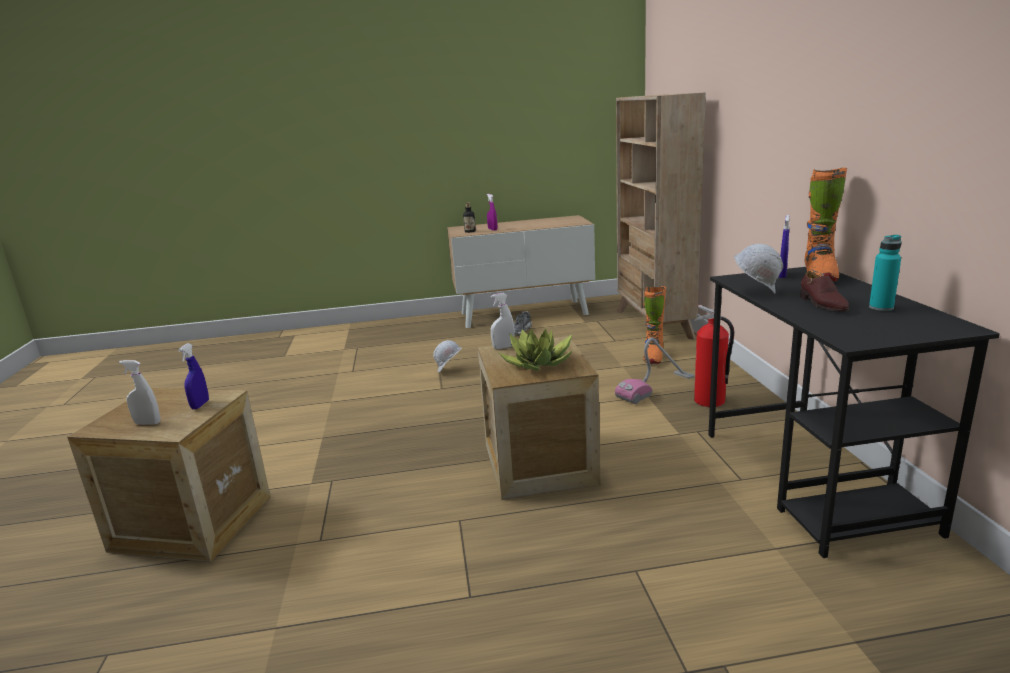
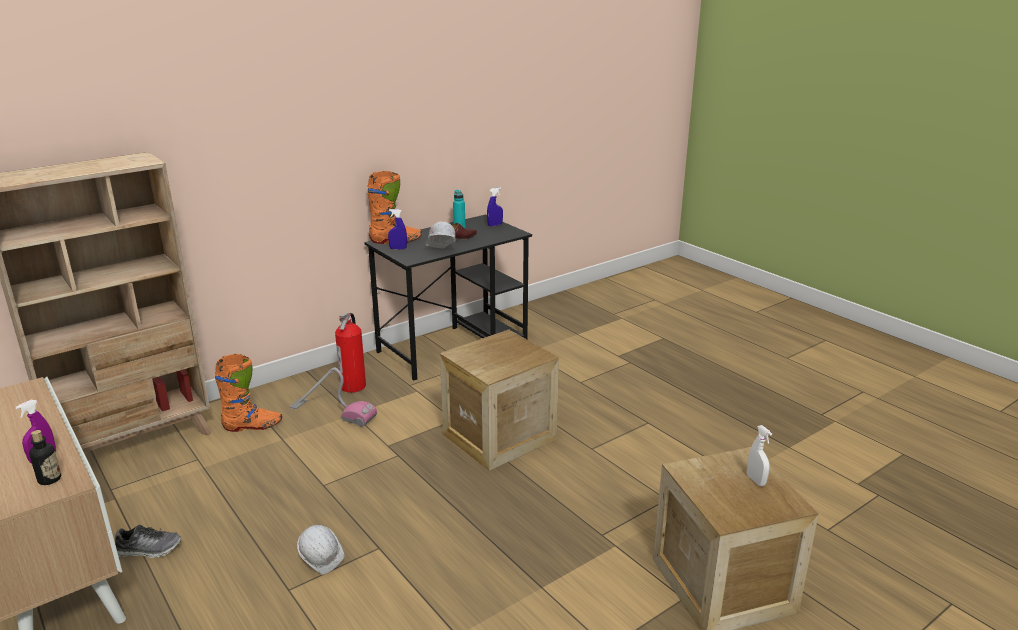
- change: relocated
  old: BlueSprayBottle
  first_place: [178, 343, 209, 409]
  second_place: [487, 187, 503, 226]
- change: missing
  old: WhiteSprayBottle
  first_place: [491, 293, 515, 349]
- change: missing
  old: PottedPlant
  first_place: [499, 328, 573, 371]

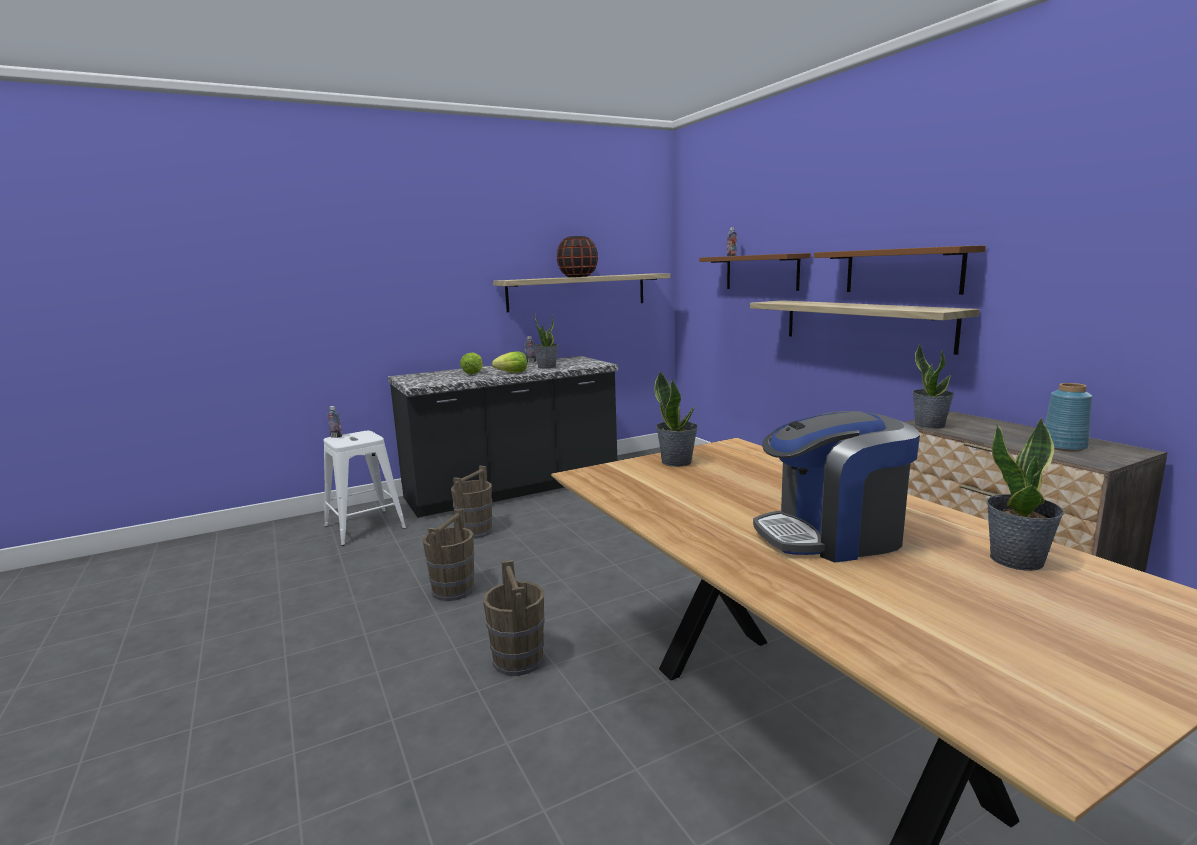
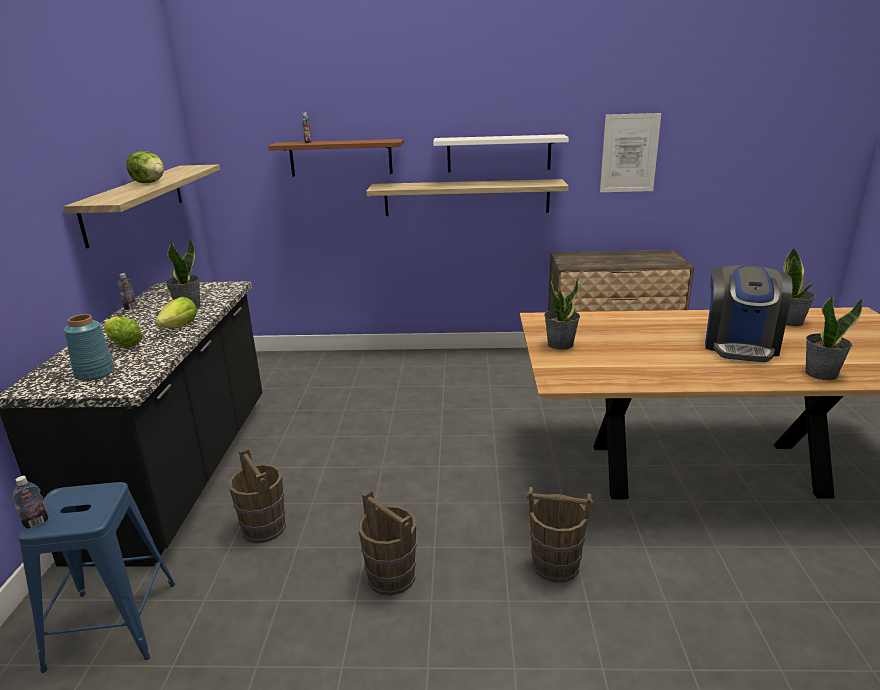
- change: colour
  old: WhiteStool
  new: BlueStool
  first_place: [324, 431, 406, 546]
  second_place: [18, 482, 175, 673]
- change: relocated
  old: BlueVase
  first_place: [1045, 383, 1092, 452]
  second_place: [64, 314, 115, 381]
- change: exchanged
  old: BlackVase
  new: Lettuce
  first_place: [557, 236, 598, 277]
  second_place: [126, 151, 164, 183]
- change: colour
  old: BrownShelf
  new: WhiteShelf
  first_place: [814, 245, 986, 295]
  second_place: [433, 134, 569, 172]
- change: appeared
  new: Picture
  second_place: [600, 113, 661, 192]
- change: relocated
  old: PottedPlant
  first_place: [913, 344, 954, 429]
  second_place: [805, 295, 863, 380]

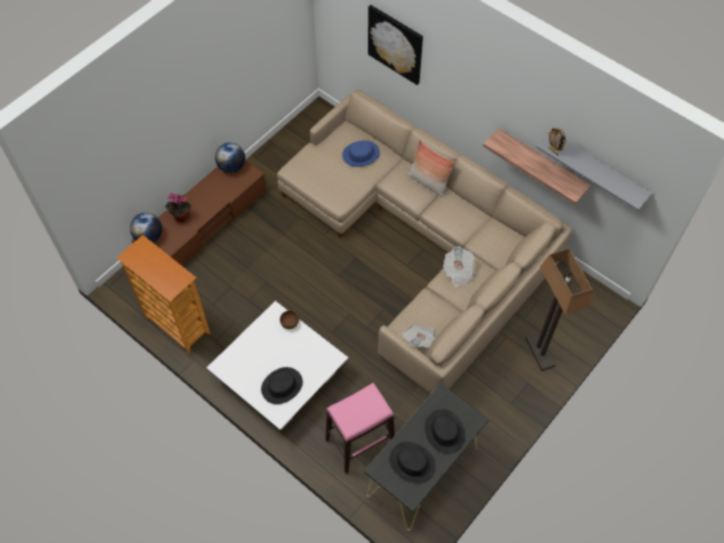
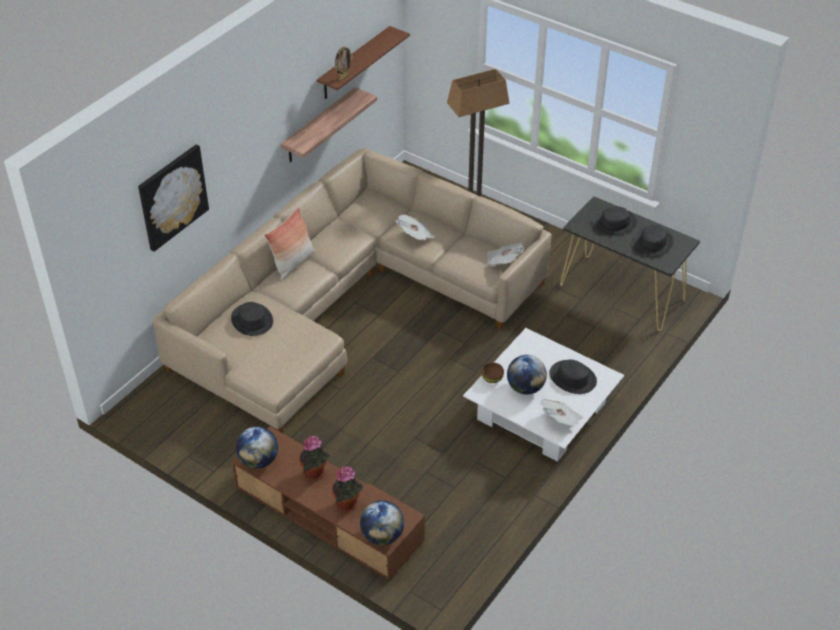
- change: colour
  old: BlueHat
  new: BlackHat
  first_place: [342, 140, 380, 167]
  second_place: [231, 302, 273, 336]
- change: appeared
  new: PottedPlant
  second_place: [299, 436, 330, 481]
- change: colour
  old: GreyShelf
  new: BrownShelf
  first_place: [536, 134, 652, 211]
  second_place: [317, 26, 410, 99]
- change: appeared
  new: Globe
  second_place: [507, 355, 547, 395]
- change: appeared
  new: Newspaper
  second_place: [540, 399, 583, 426]
- change: missing
  old: Bookcase
  first_place: [116, 235, 210, 354]
- change: missing
  old: PinkStool
  first_place: [325, 383, 395, 474]

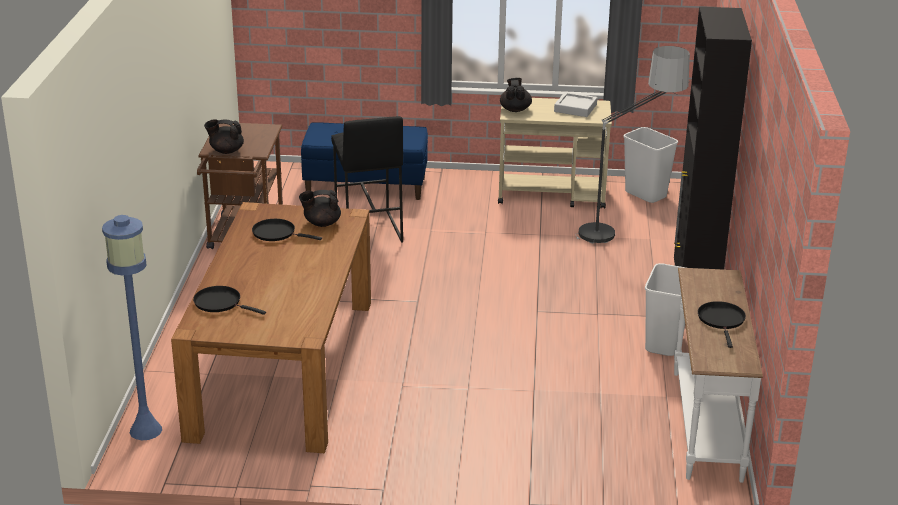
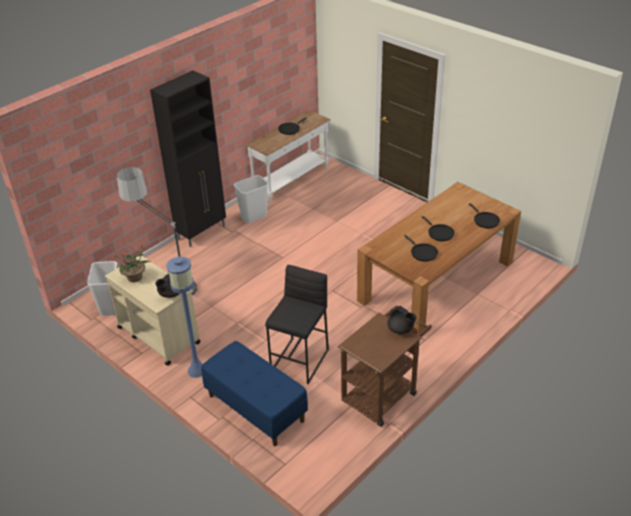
- change: exchanged
  old: GreyTray
  new: PottedPlant
  first_place: [554, 92, 597, 117]
  second_place: [114, 245, 150, 282]
- change: relocated
  old: BlueFloorLamp
  first_place: [102, 215, 162, 440]
  second_place: [166, 257, 202, 378]
- change: appeared
  new: BlackFryingPan
  second_place: [422, 216, 455, 241]
- change: missing
  old: BlackTeapot
  first_place: [299, 190, 341, 227]

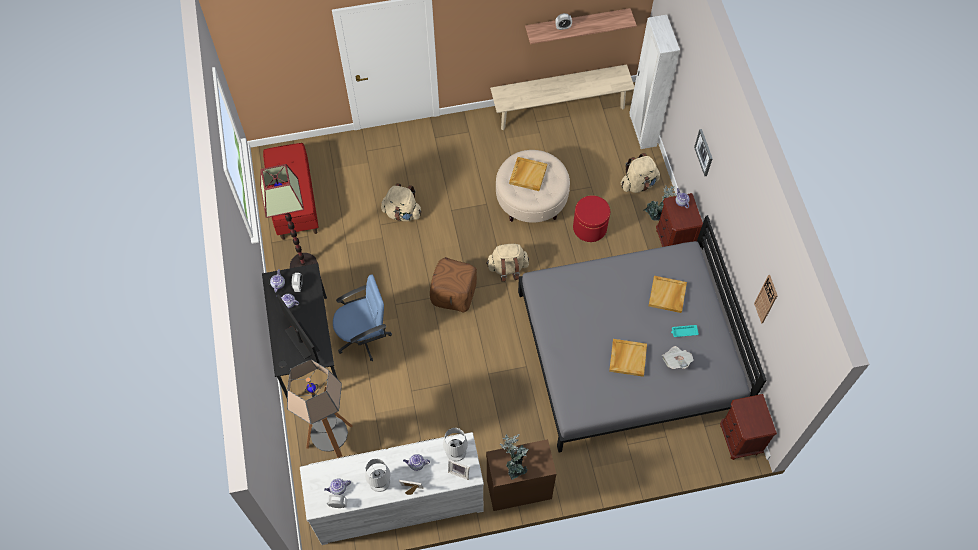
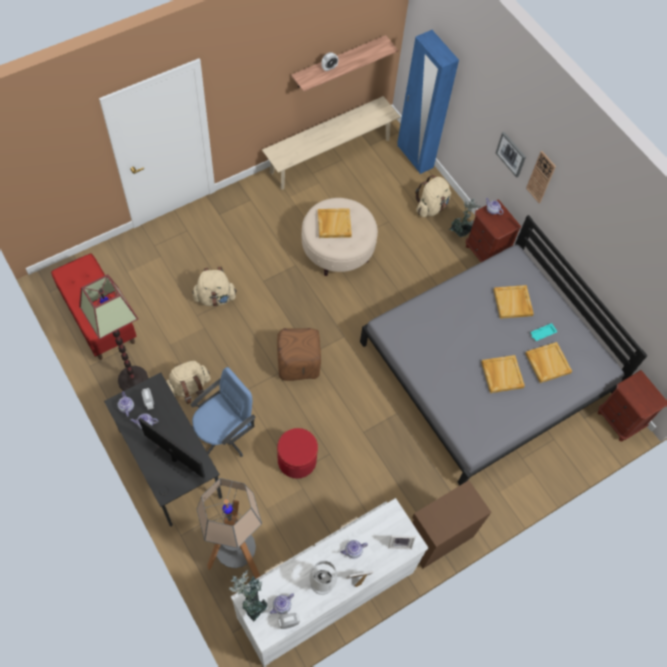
- change: relocated
  old: BeigeBackpack
  first_place: [486, 243, 529, 282]
  second_place: [166, 361, 211, 404]
- change: relocated
  old: PottedPlant
  first_place: [500, 434, 529, 480]
  second_place: [229, 570, 267, 622]
- change: relocated
  old: RedOttoman
  first_place: [573, 196, 610, 242]
  second_place: [277, 428, 318, 478]
- change: colour
  old: WhiteWardrobe
  new: BlueWardrobe
  first_place: [629, 15, 680, 149]
  second_place: [397, 30, 459, 174]
- change: exchanged
  old: Newspaper
  new: BeigeTray
  first_place: [662, 346, 694, 369]
  second_place: [525, 342, 572, 383]
- change: relocated
  old: WallClock
  first_place: [754, 275, 778, 324]
  second_place: [526, 151, 556, 203]
- change: missing
  old: WhiteTableLamp
  first_place: [443, 428, 468, 462]

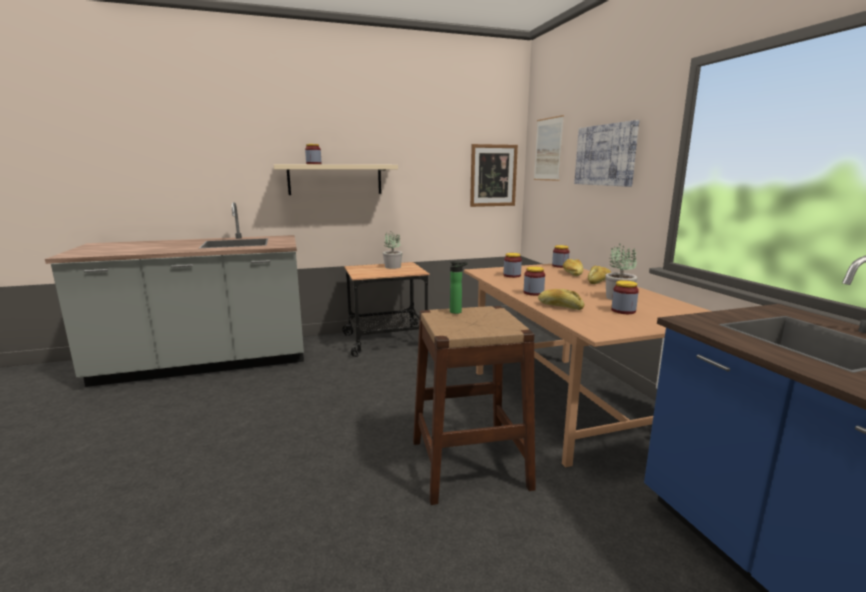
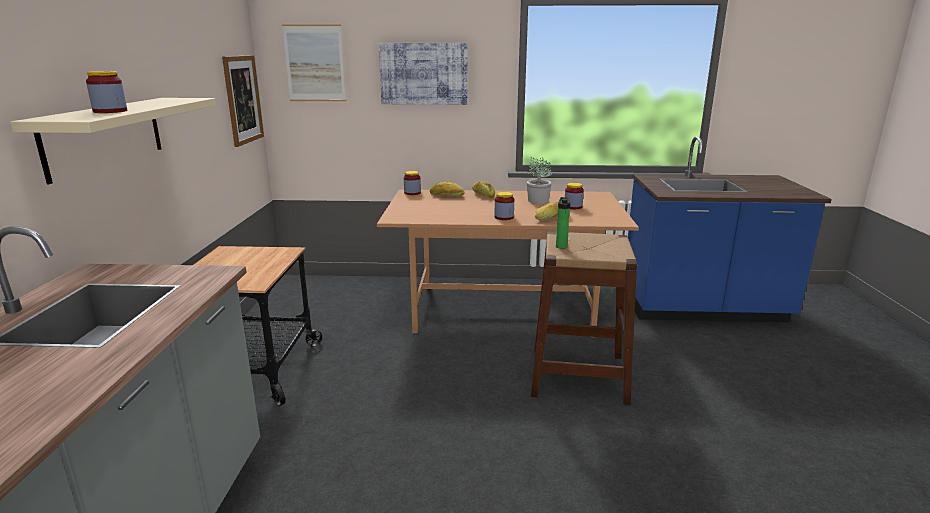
- change: missing
  old: PottedPlant
  first_place: [383, 231, 402, 269]
- change: missing
  old: Jar
  first_place: [503, 253, 522, 278]

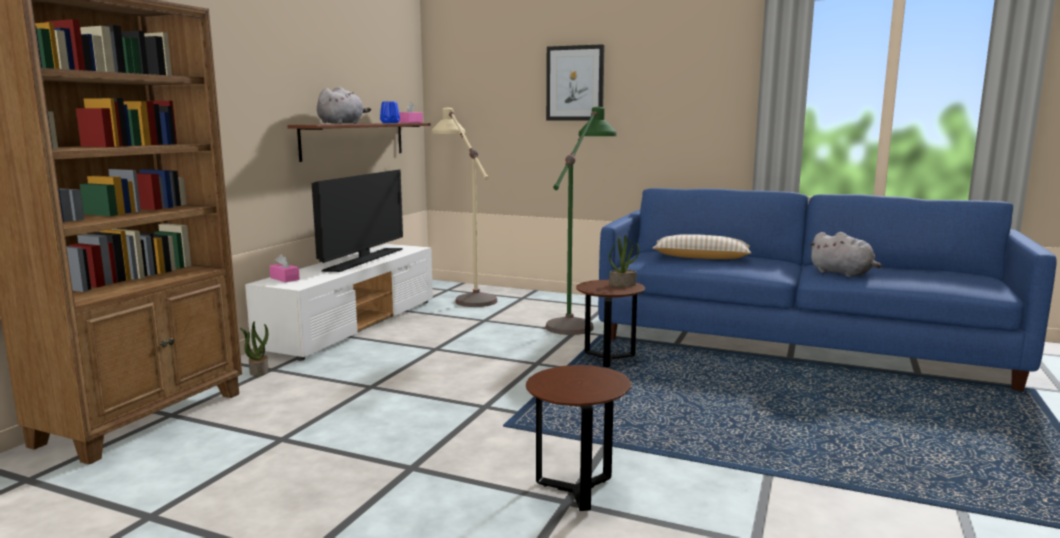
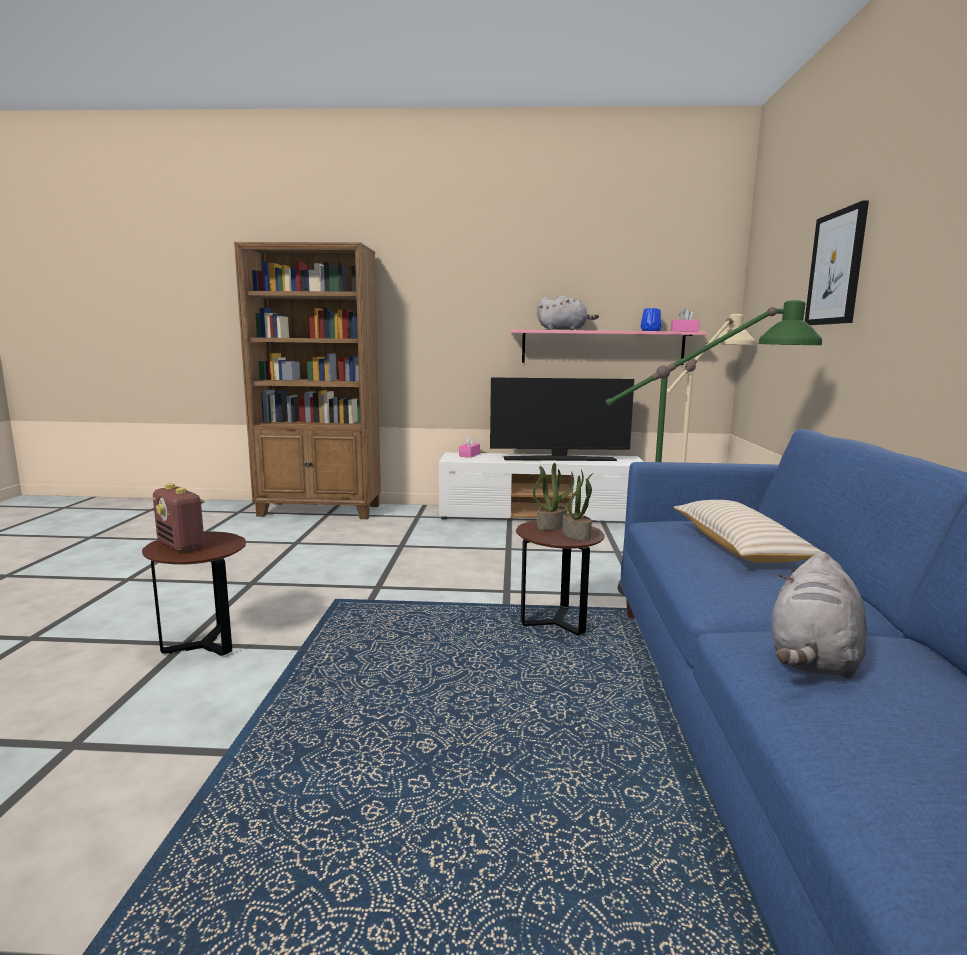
- change: appeared
  new: Radio
  second_place: [153, 484, 205, 552]
- change: colour
  old: BrownShelf
  new: PinkShelf
  first_place: [287, 123, 431, 162]
  second_place: [510, 330, 707, 365]
- change: relocated
  old: PottedPlant
  first_place: [240, 321, 269, 376]
  second_place: [533, 463, 574, 530]

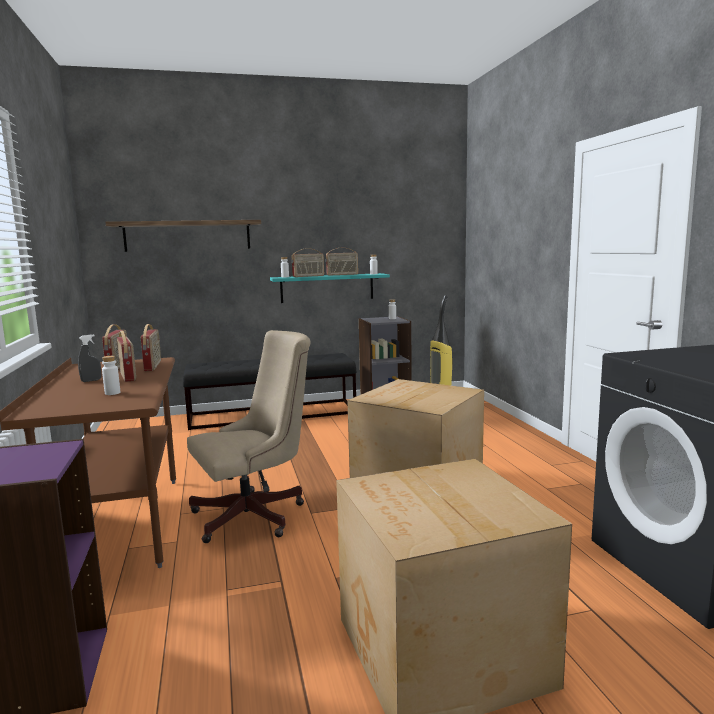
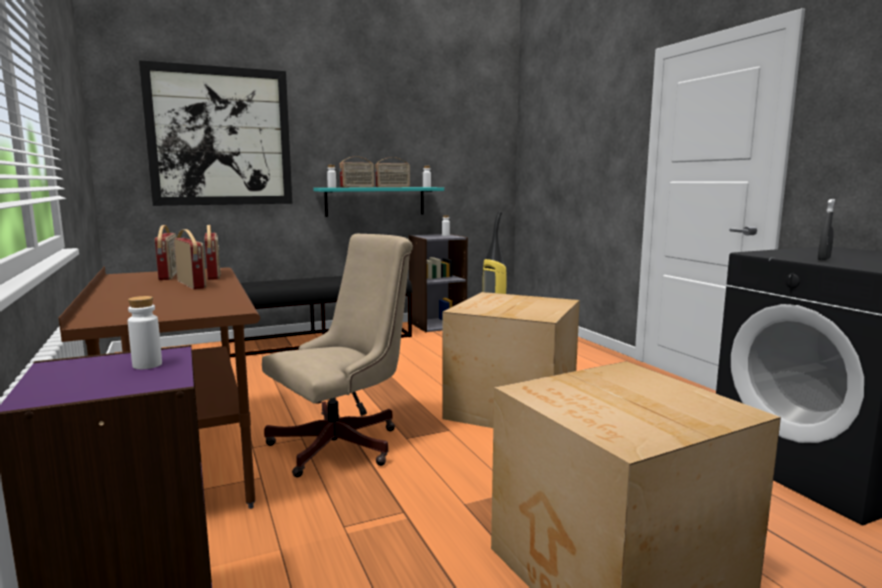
- change: relocated
  old: WhiteBottle
  first_place: [102, 356, 120, 395]
  second_place: [128, 296, 162, 369]
- change: exchanged
  old: Shelf
  new: Picture
  first_place: [106, 220, 261, 252]
  second_place: [139, 60, 292, 206]
- change: relocated
  old: GreySprayBottle
  first_place: [78, 334, 101, 382]
  second_place: [818, 199, 835, 261]

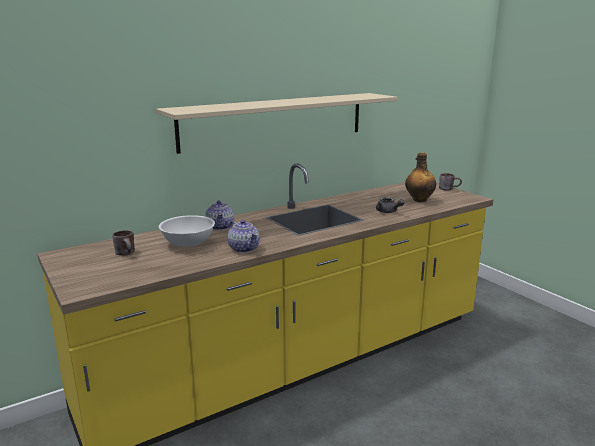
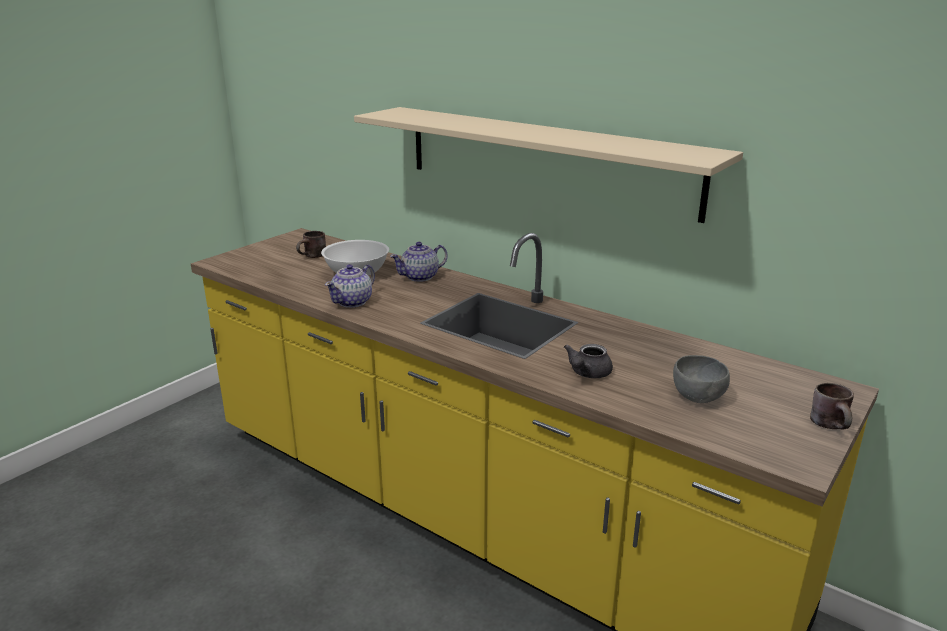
- change: exchanged
  old: Bottle
  new: GreyBowl
  first_place: [405, 152, 436, 202]
  second_place: [673, 355, 730, 403]

